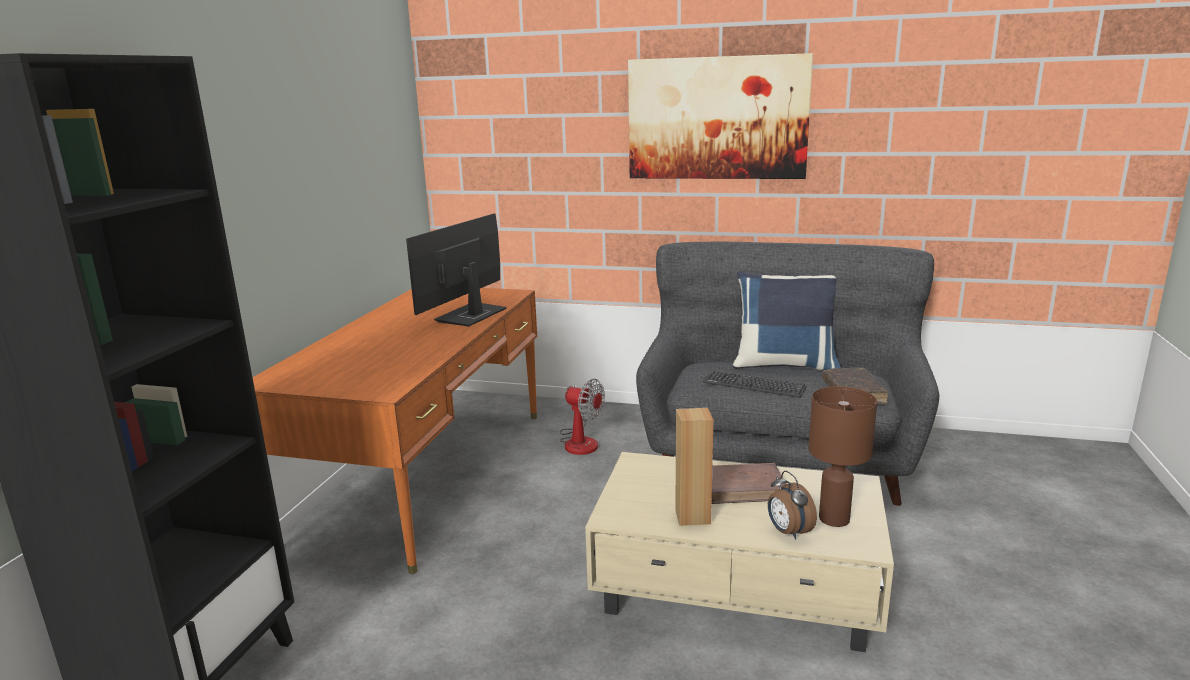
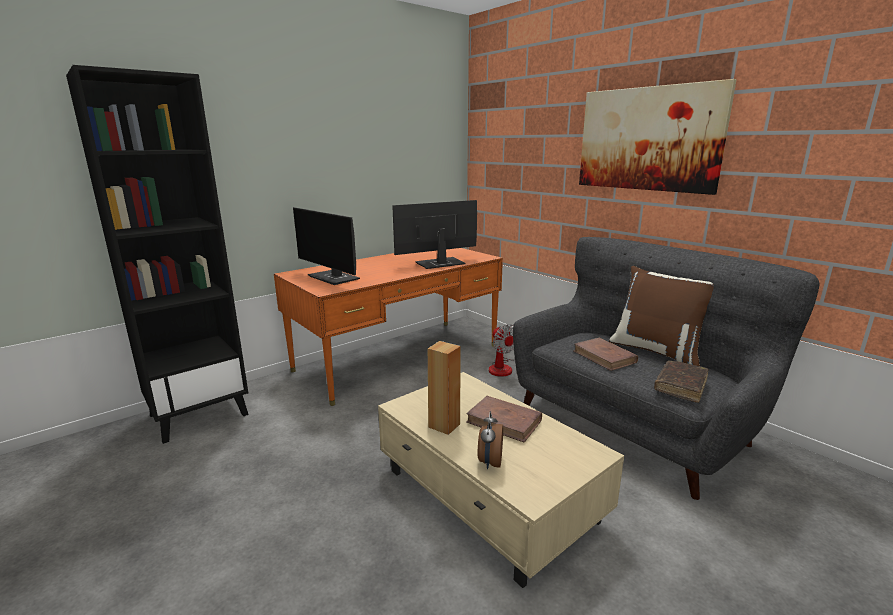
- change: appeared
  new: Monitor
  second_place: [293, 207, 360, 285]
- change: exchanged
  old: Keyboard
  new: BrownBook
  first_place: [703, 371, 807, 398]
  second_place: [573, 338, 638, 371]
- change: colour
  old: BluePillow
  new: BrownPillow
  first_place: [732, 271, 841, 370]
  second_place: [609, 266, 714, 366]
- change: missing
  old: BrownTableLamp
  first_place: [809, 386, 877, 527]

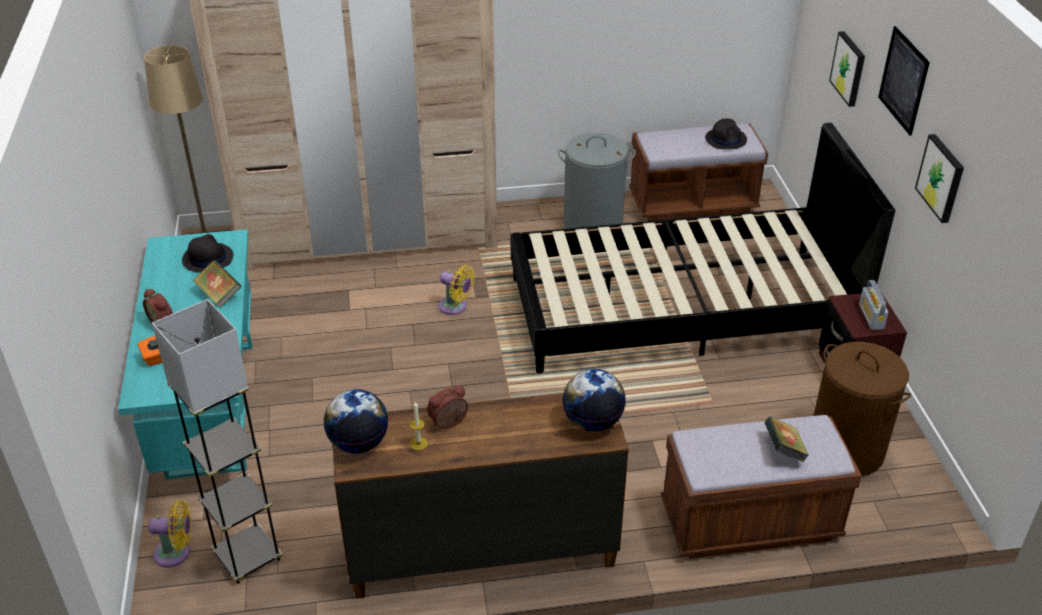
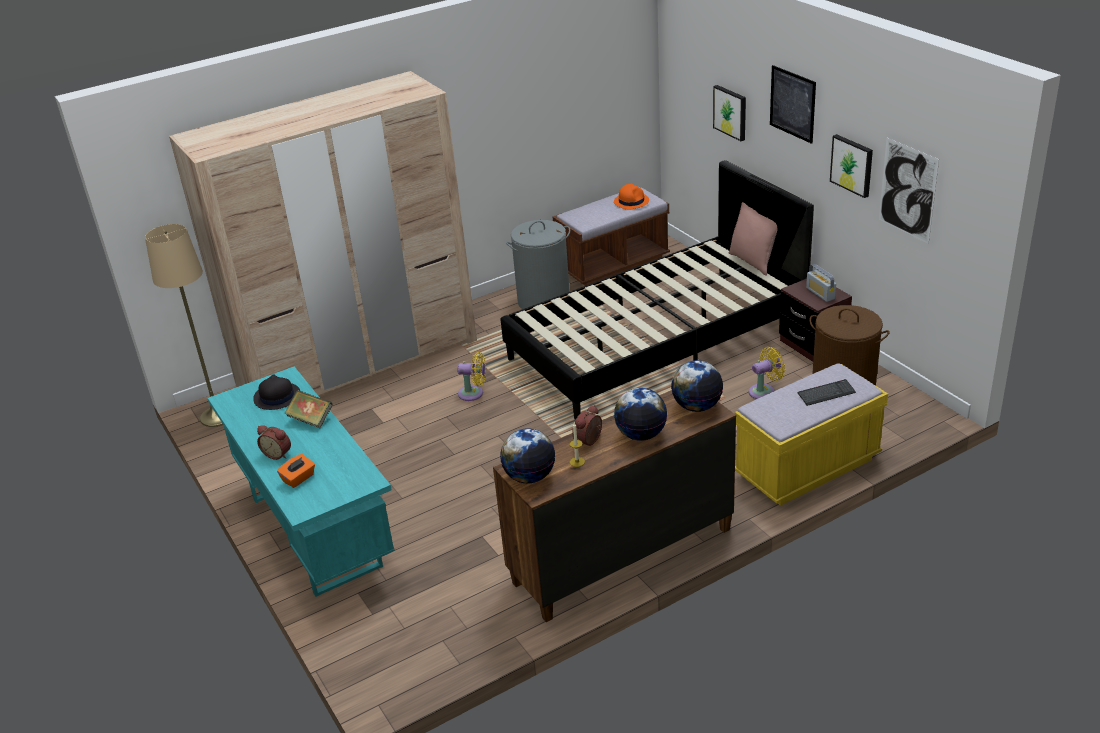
- change: colour
  old: BlackHat
  new: OrangeHat
  first_place: [705, 119, 747, 149]
  second_place: [614, 184, 649, 210]
- change: appeared
  new: Globe
  second_place: [614, 388, 667, 441]
- change: appeared
  new: PinkPillow
  second_place: [729, 202, 777, 276]
- change: colour
  old: BrownBench
  new: YellowBench
  first_place: [661, 415, 862, 559]
  second_place: [735, 363, 888, 506]
- change: relocated
  old: YellowFan
  first_place: [148, 500, 192, 567]
  second_place: [749, 347, 785, 399]
- change: exchanged
  old: Book
  new: Keyboard
  first_place: [764, 417, 809, 462]
  second_place: [798, 379, 856, 406]
- change: appeared
  new: Picture
  second_place: [879, 138, 939, 244]
- change: missing
  old: GreyFloorLamp
  first_place: [152, 299, 283, 584]

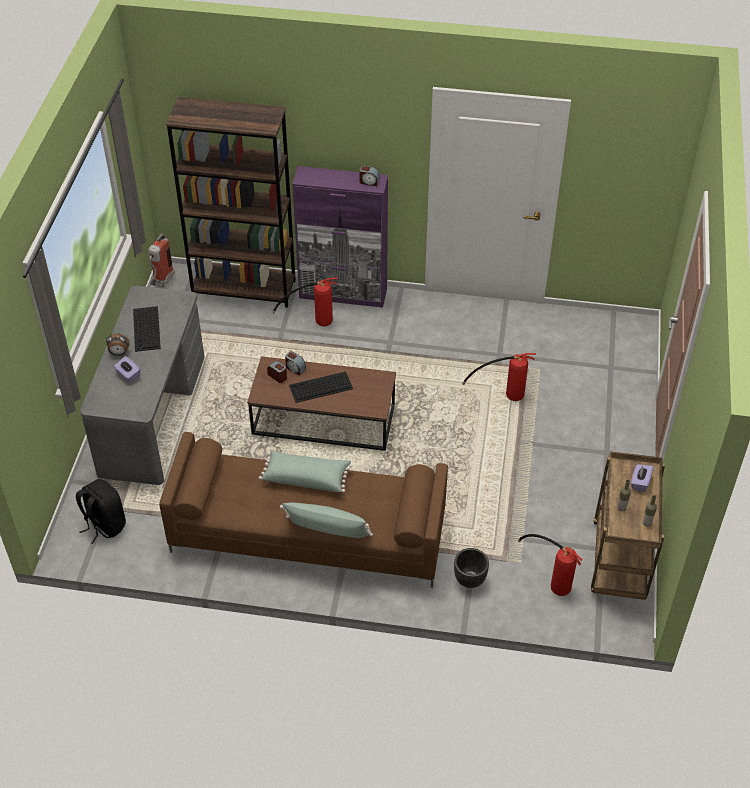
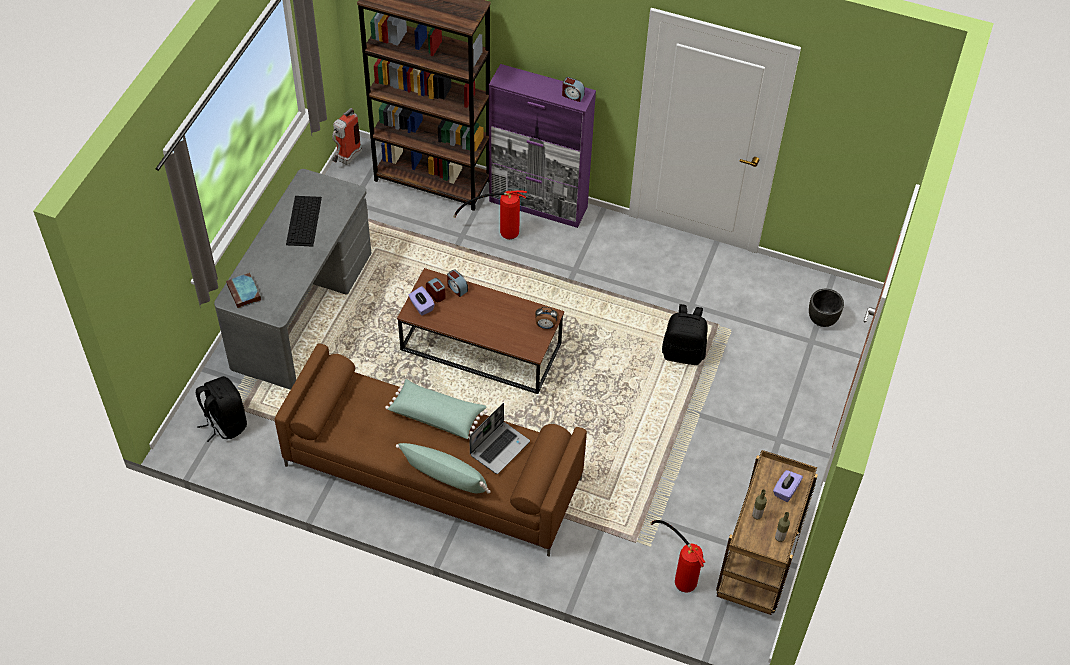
- change: appeared
  new: Book
  second_place: [226, 273, 261, 308]
- change: relocated
  old: PurpleTissueBox
  first_place: [114, 356, 140, 383]
  second_place: [408, 286, 435, 316]
- change: appeared
  new: Laptop
  second_place: [469, 403, 530, 474]
- change: relocated
  old: AlarmClock
  first_place: [106, 333, 129, 356]
  second_place: [535, 306, 559, 329]
- change: exchanged
  old: FireExtinguisher
  new: BlackBackpack
  first_place: [462, 353, 536, 401]
  second_place: [662, 304, 708, 365]
- change: relocated
  old: BlackPlanter
  first_place: [454, 548, 489, 588]
  second_place: [809, 289, 844, 327]
- change: missing
  old: Keyboard
  first_place: [289, 371, 353, 403]

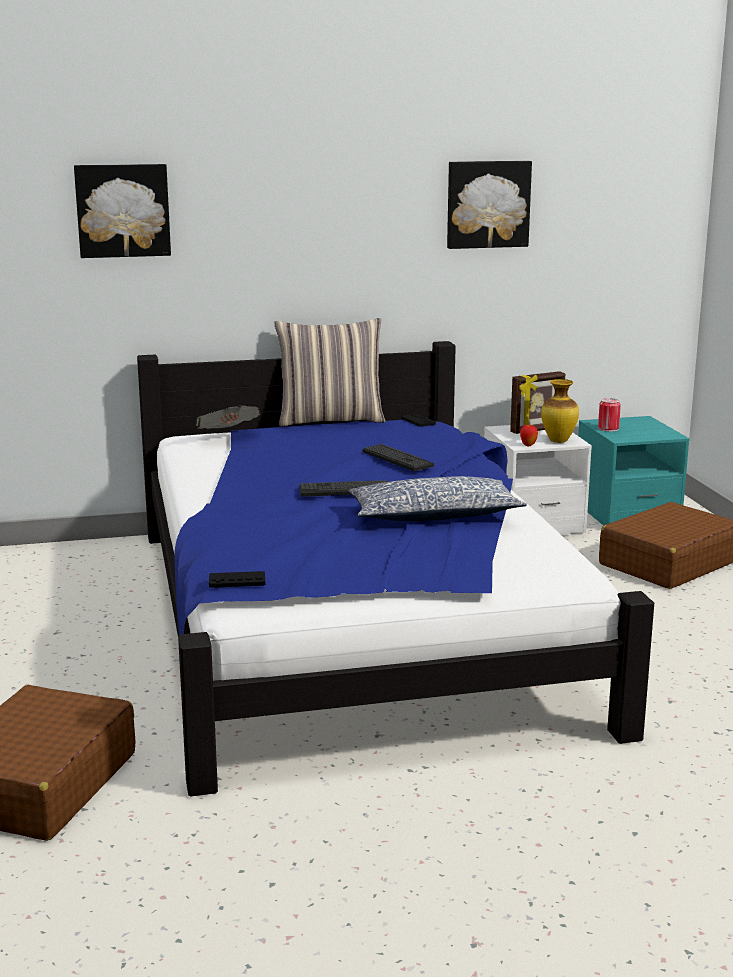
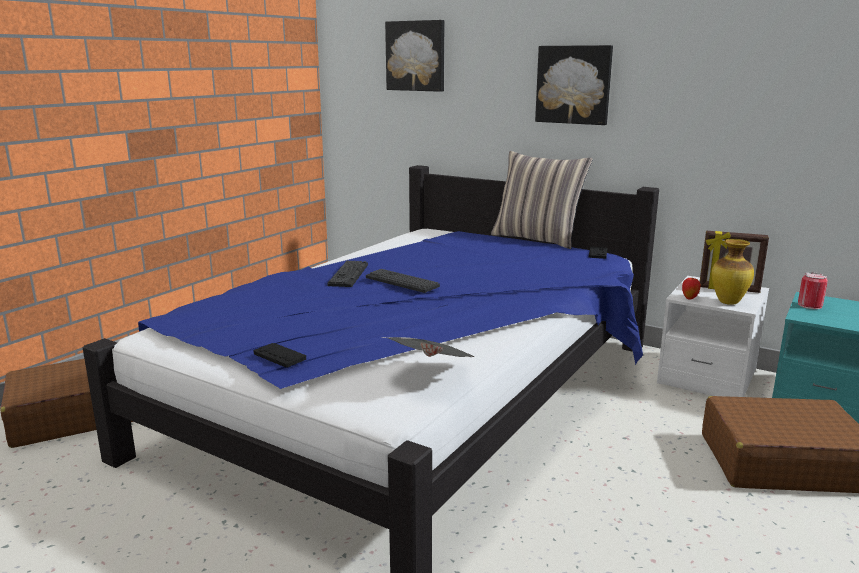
- change: relocated
  old: BlackGameController
  first_place: [209, 571, 265, 588]
  second_place: [254, 343, 306, 367]
- change: relocated
  old: Keyboard
  first_place: [363, 444, 434, 471]
  second_place: [327, 261, 368, 287]
- change: relocated
  old: Newspaper
  first_place: [196, 405, 260, 429]
  second_place: [382, 337, 474, 357]
- change: relocated
  old: Picture
  first_place: [447, 161, 532, 249]
  second_place: [535, 45, 613, 125]
- change: missing
  old: Pillow
  first_place: [348, 476, 527, 521]

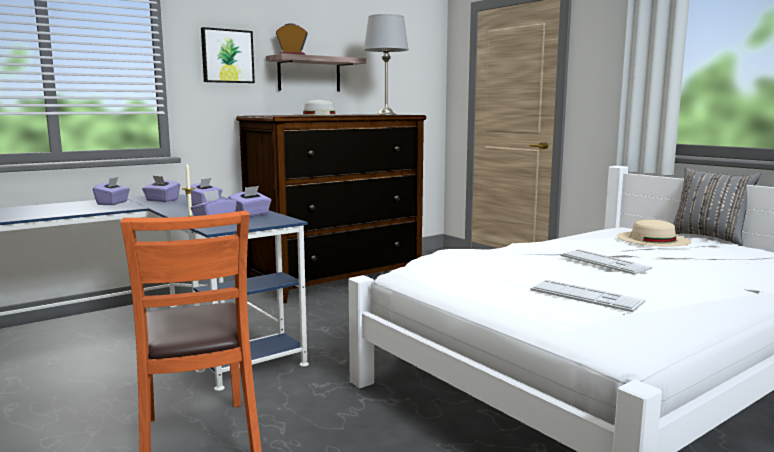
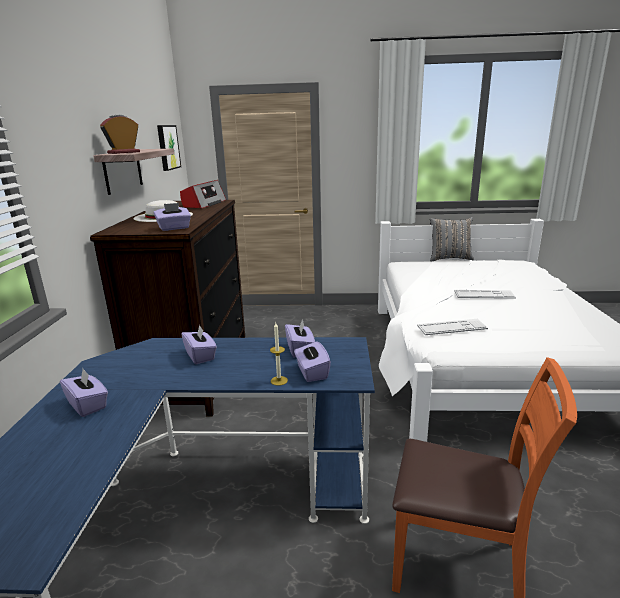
- change: relocated
  old: PurpleTissueBox
  first_place: [142, 176, 180, 202]
  second_place: [154, 203, 191, 231]
- change: relocated
  old: Picture
  first_place: [201, 27, 255, 83]
  second_place: [157, 125, 181, 171]
- change: exchanged
  old: GreyTableLamp
  new: Radio
  first_place: [364, 14, 409, 115]
  second_place: [180, 180, 226, 208]
- change: relocated
  old: Keyboard
  first_place: [531, 280, 646, 312]
  second_place: [417, 319, 488, 335]
- change: missing
  old: BeigeHat
  first_place: [617, 219, 691, 247]

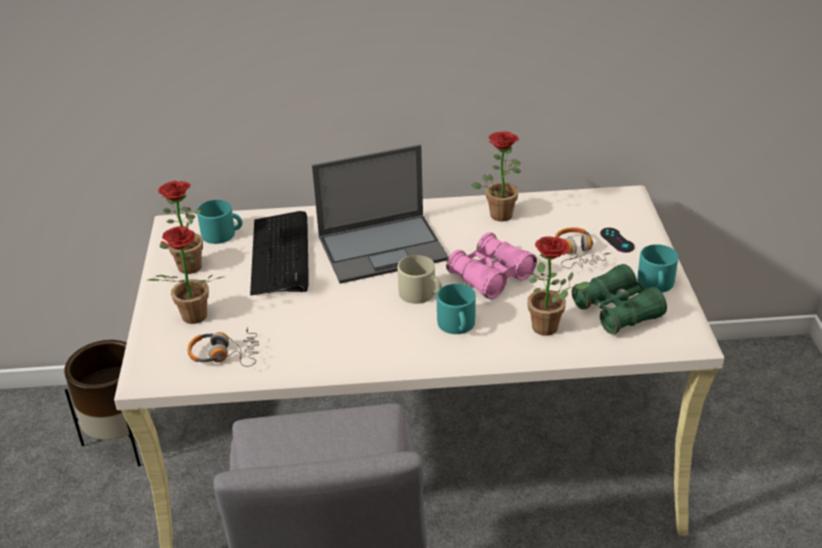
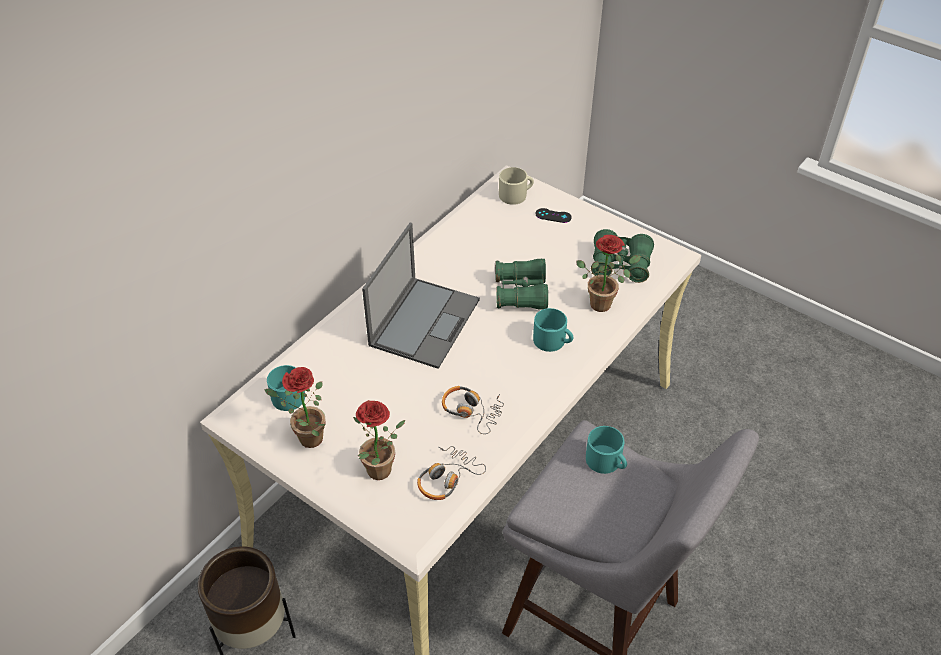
- change: relocated
  old: Headphones
  first_place: [555, 227, 610, 269]
  second_place: [442, 386, 504, 434]
- change: colour
  old: PinkBinoculars
  new: GreenBinoculars
  first_place: [446, 232, 537, 299]
  second_place: [495, 259, 548, 310]
- change: relocated
  old: BeigeMug
  first_place: [397, 255, 442, 304]
  second_place: [499, 167, 534, 205]
- change: relocated
  old: TurquoiseMug
  first_place: [637, 244, 678, 292]
  second_place: [586, 426, 627, 474]
- change: missing
  old: Keyboard
  first_place: [250, 211, 309, 295]
- change: missing
  old: PottedPlant
  first_place: [471, 131, 521, 222]

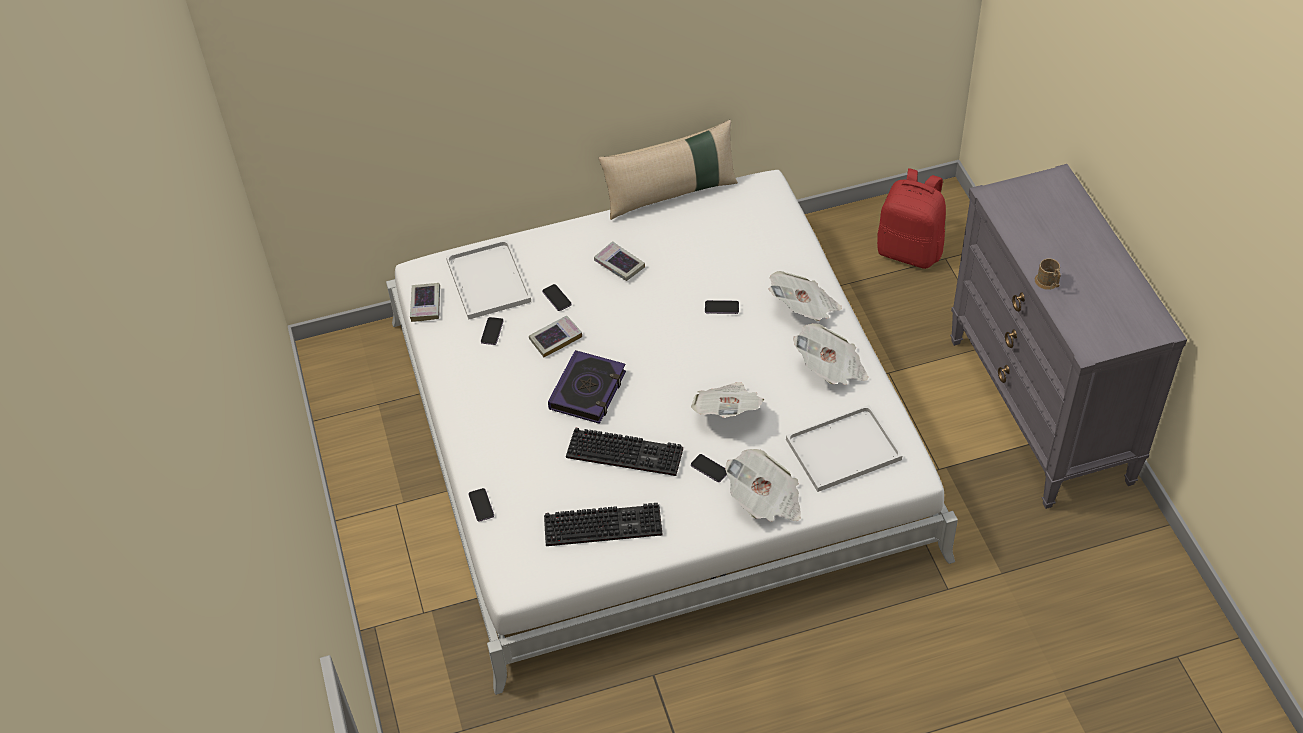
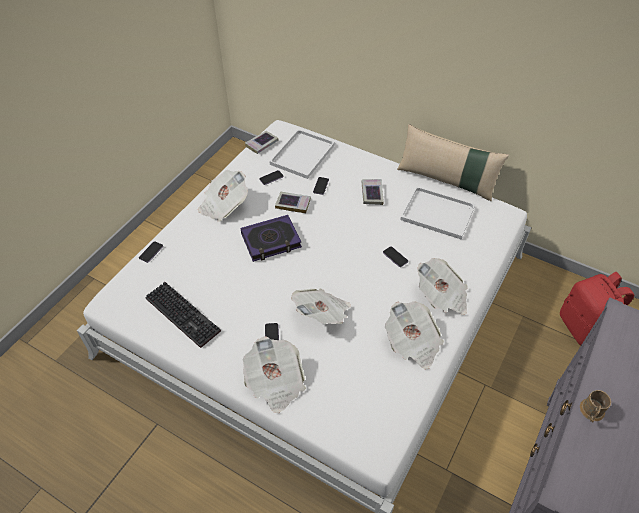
- change: appeared
  new: Newspaper
  second_place: [198, 170, 248, 222]
- change: relocated
  old: WhiteTray
  first_place: [786, 405, 902, 492]
  second_place: [400, 186, 475, 239]
- change: missing
  old: Keyboard
  first_place: [566, 427, 683, 476]

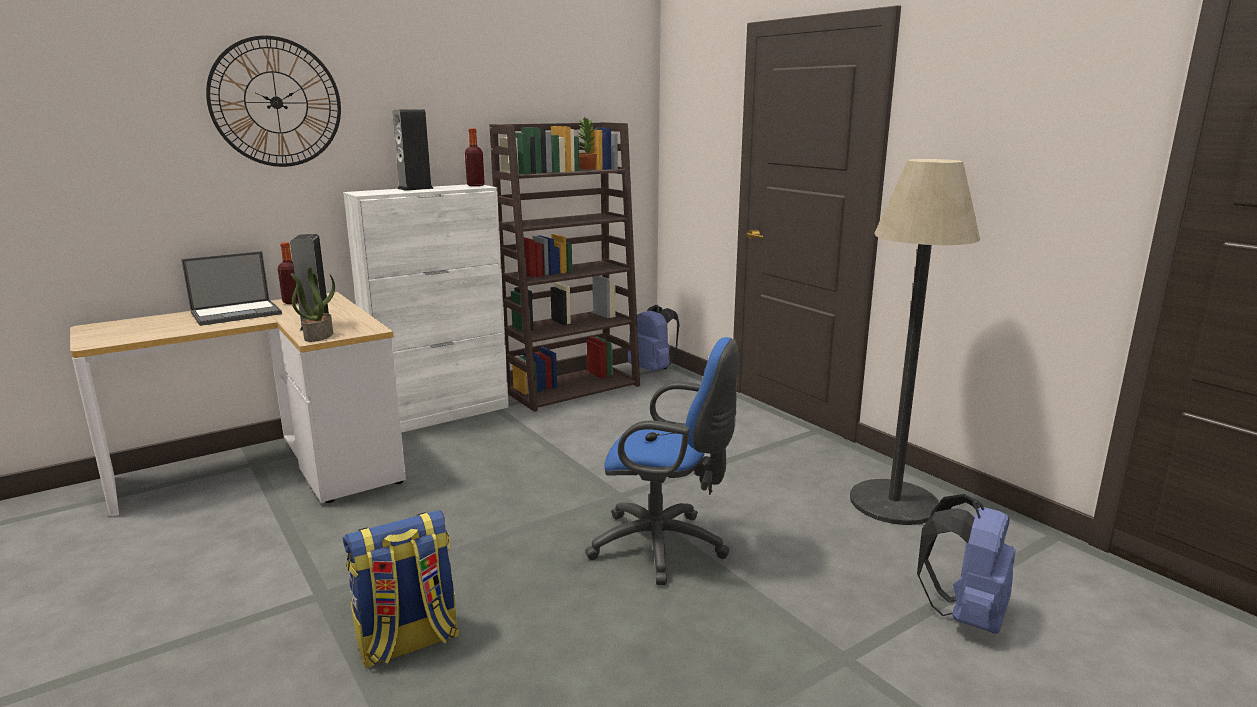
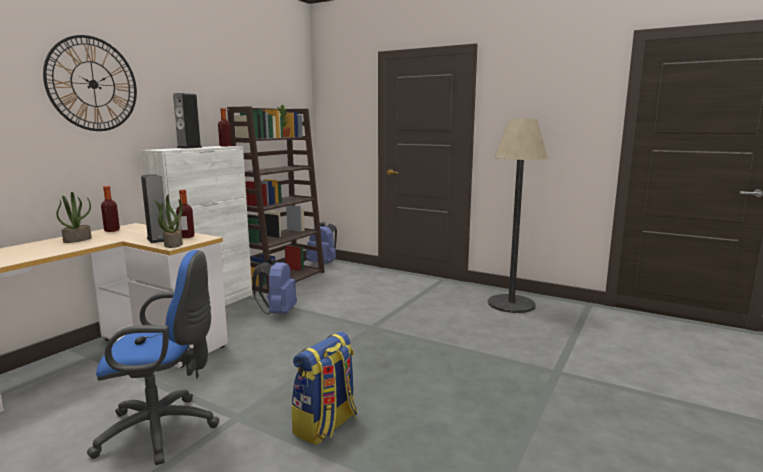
- change: exchanged
  old: Laptop
  new: PottedPlant
  first_place: [181, 251, 282, 326]
  second_place: [56, 192, 92, 243]
- change: relocated
  old: BlueOfficeChair
  first_place: [585, 337, 739, 585]
  second_place: [87, 250, 219, 465]
- change: appeared
  new: Bottle
  second_place: [176, 190, 195, 238]
- change: relocated
  old: BlueBackpack
  first_place: [917, 494, 1016, 634]
  second_place: [252, 258, 297, 314]

